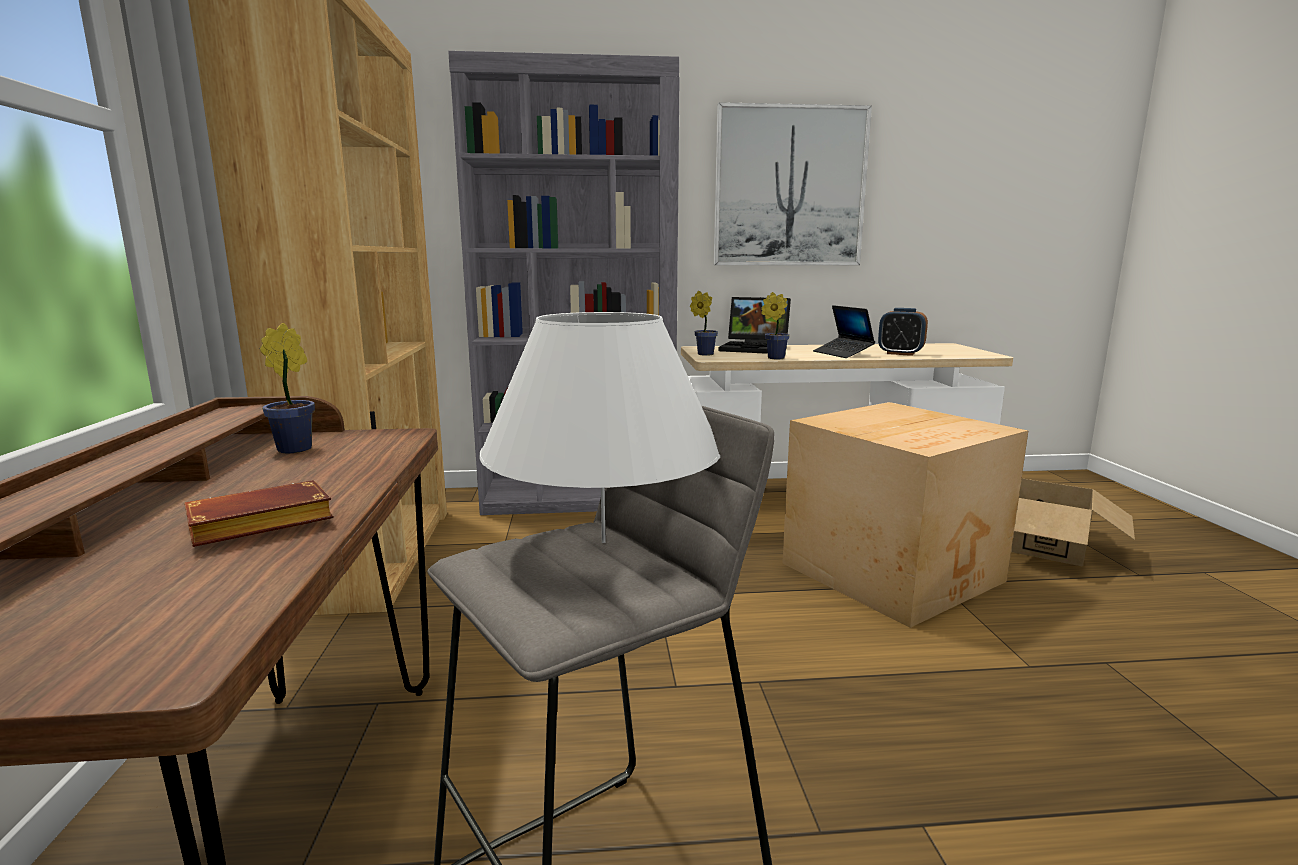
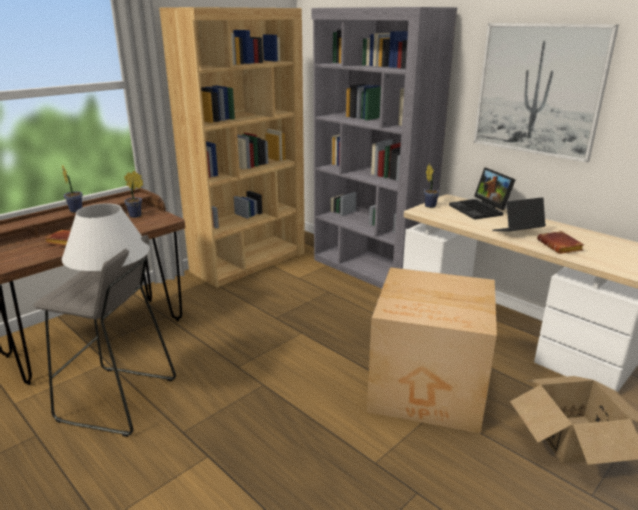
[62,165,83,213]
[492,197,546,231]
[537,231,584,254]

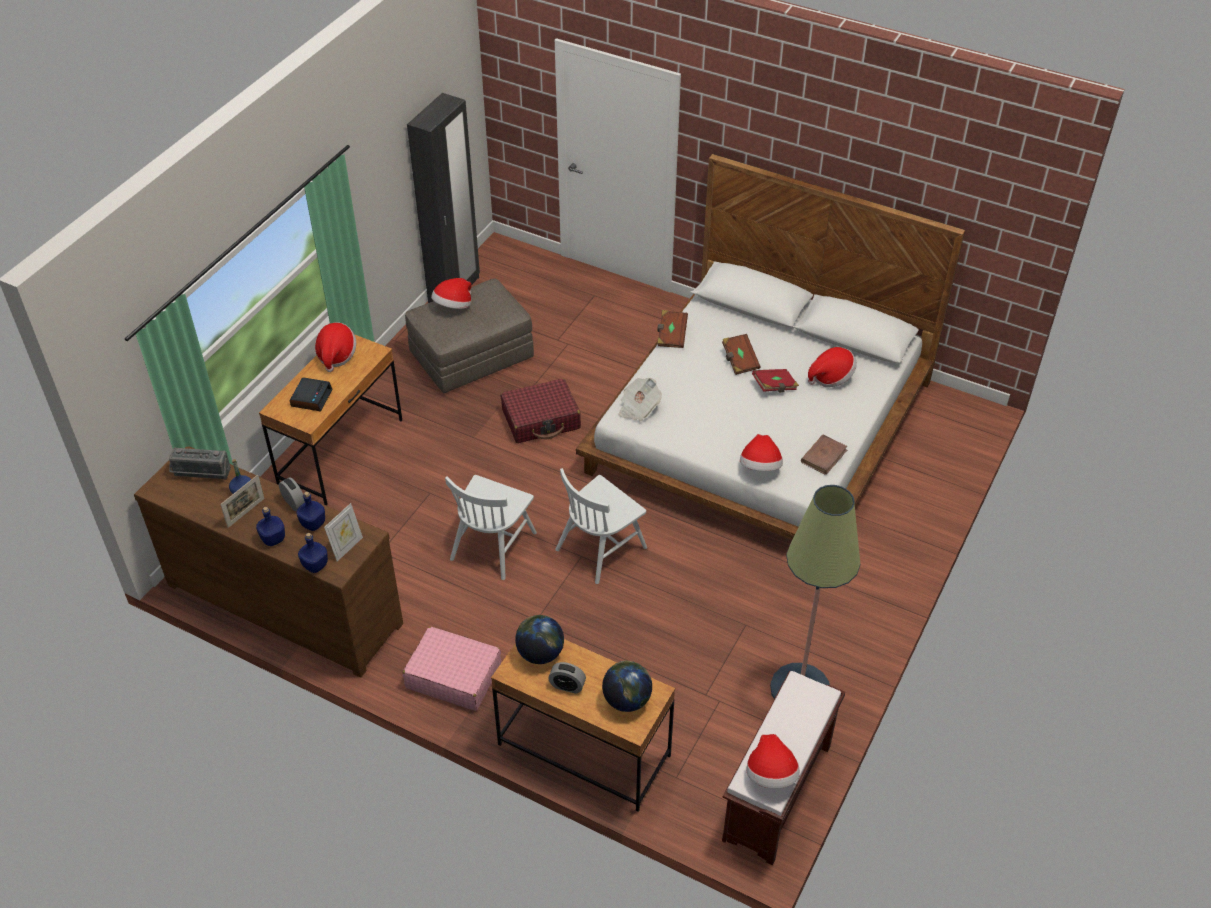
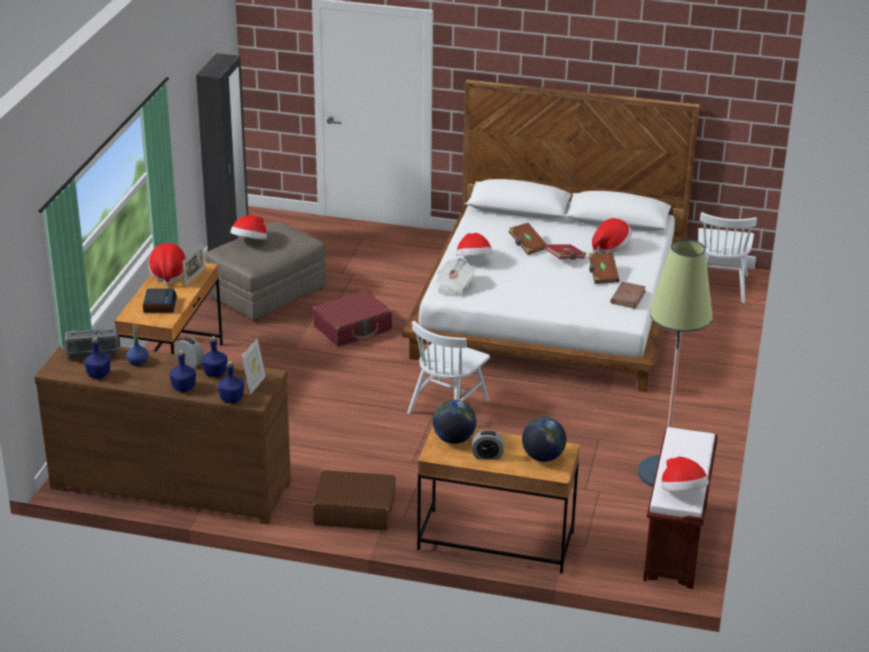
[589,253,619,284]
[456,233,493,256]
[183,243,205,287]
[698,212,757,303]
[313,470,396,530]
[84,337,110,379]

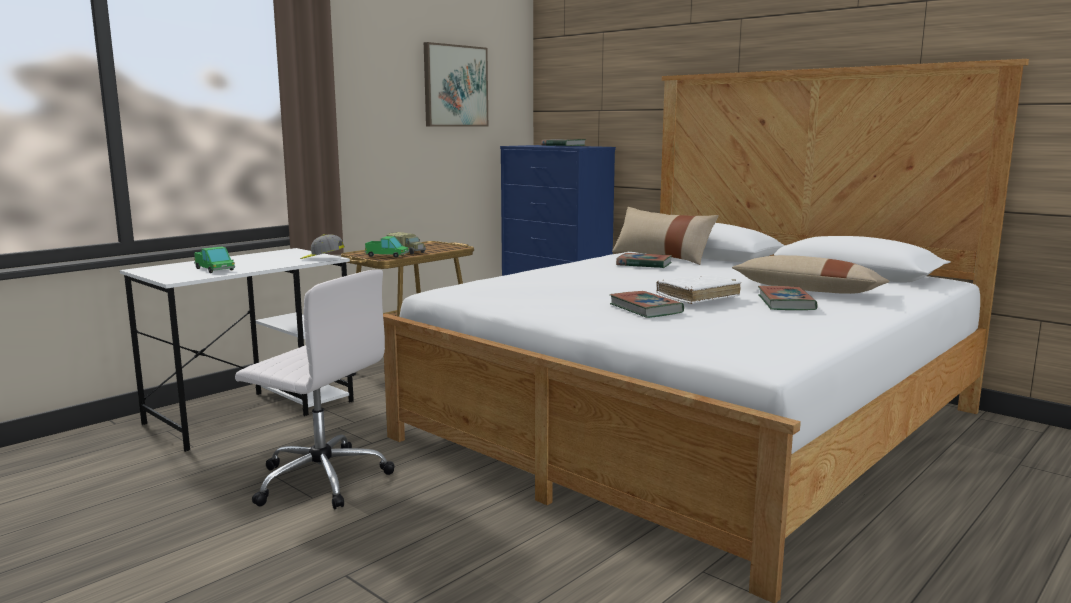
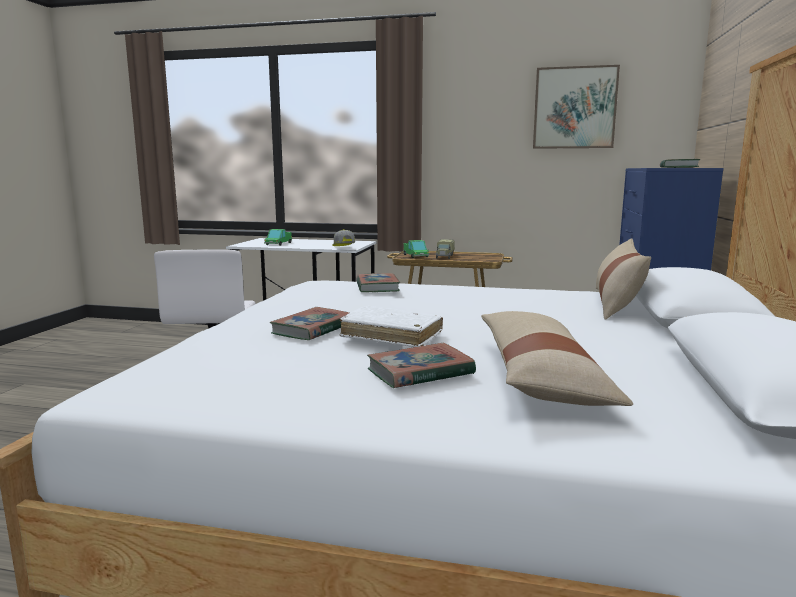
[356,273,400,292]

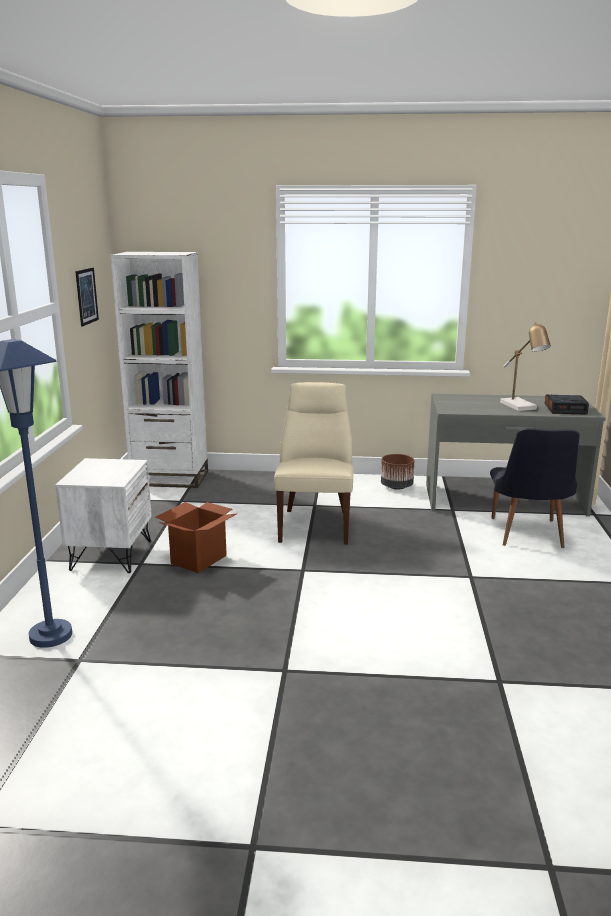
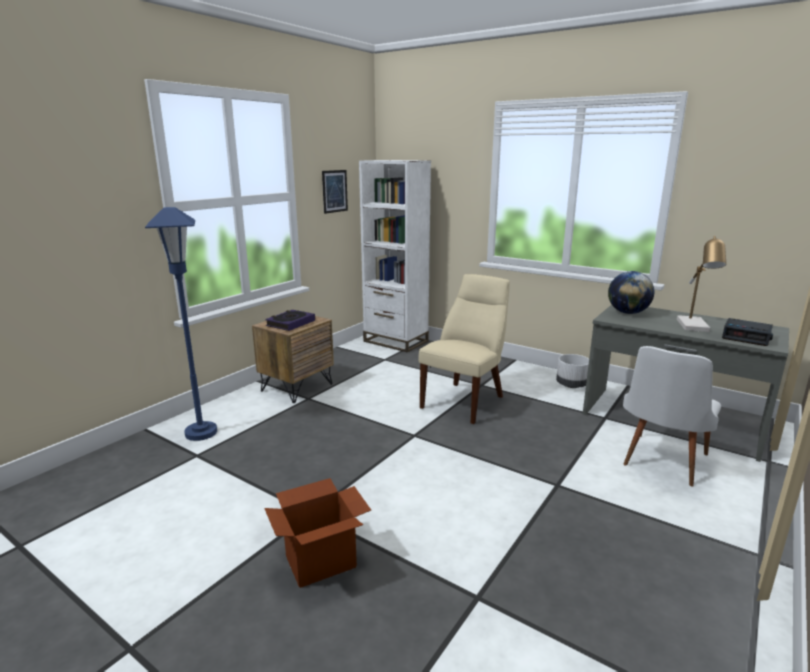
[623,346,721,486]
[556,354,589,388]
[252,316,334,403]
[264,478,371,588]
[608,271,654,314]
[265,310,315,331]

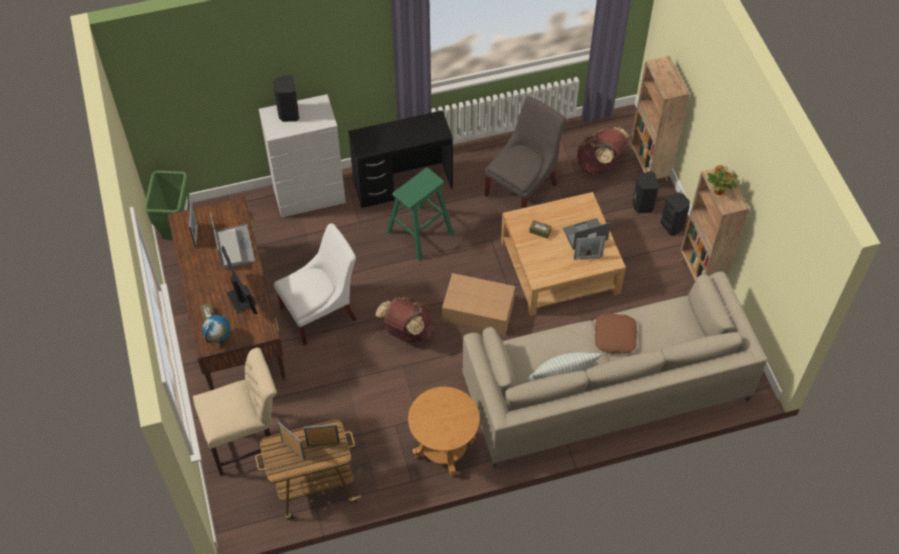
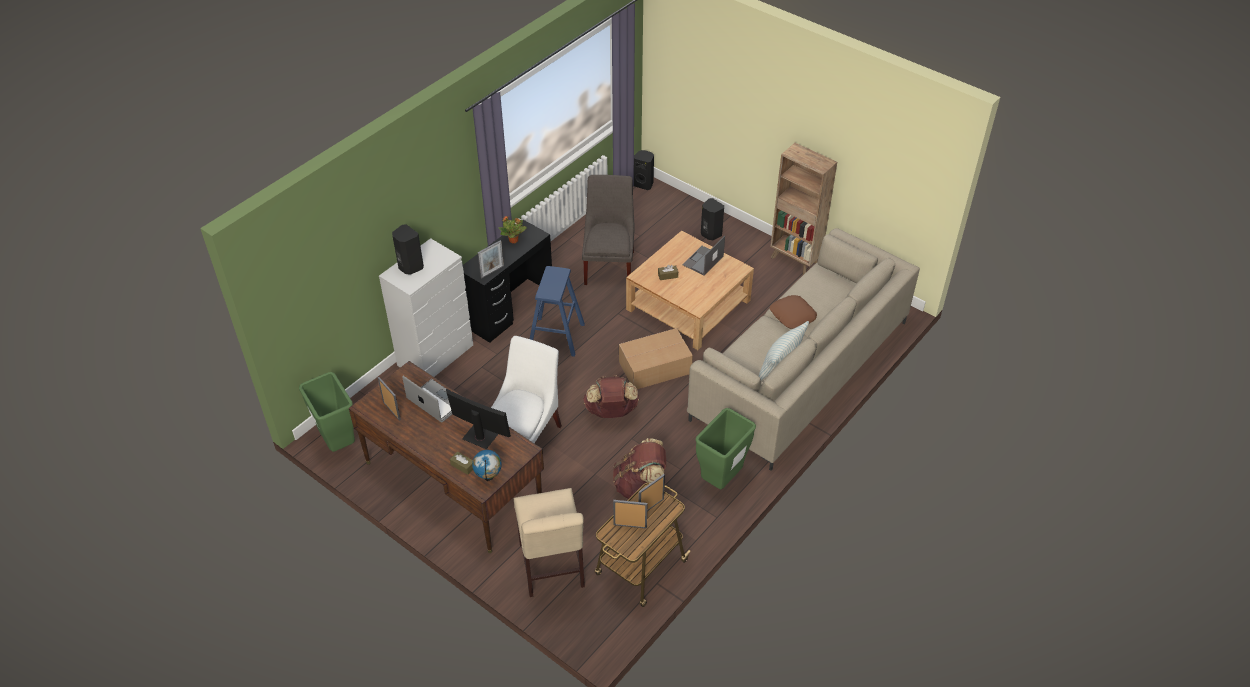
[629,56,689,182] (first image)
[613,438,666,500]
[498,216,527,244]
[530,266,585,357]
[634,150,654,190]
[478,240,504,279]
[514,488,585,597]
[695,408,756,489]

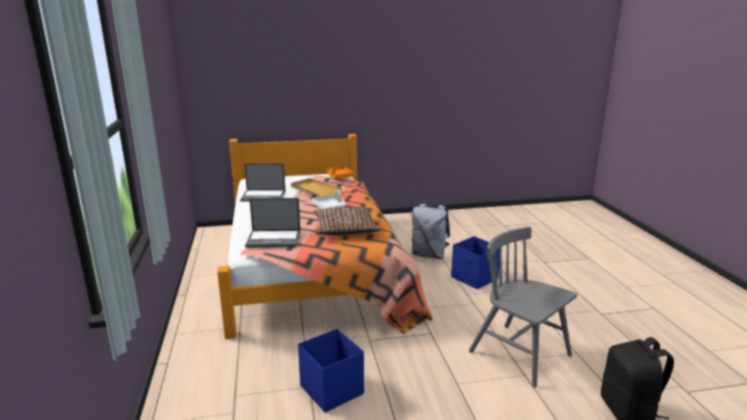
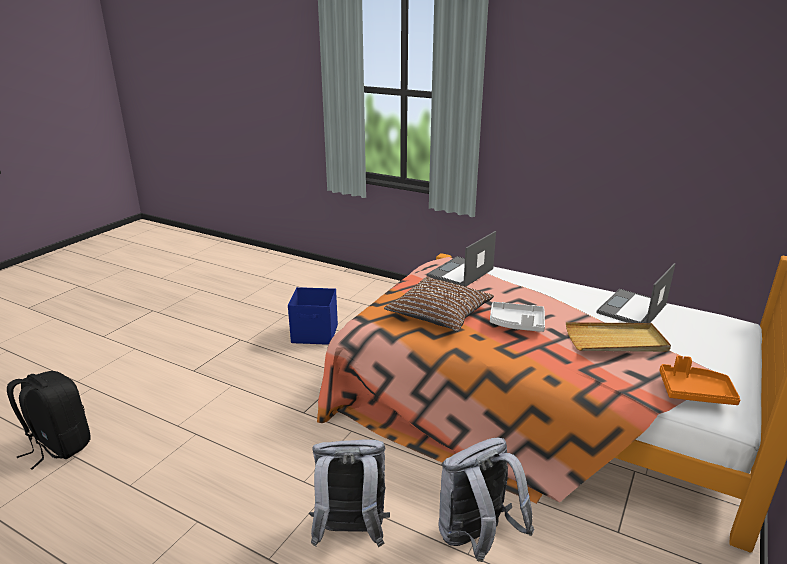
[469,227,577,388] (first image)
[309,439,390,547]

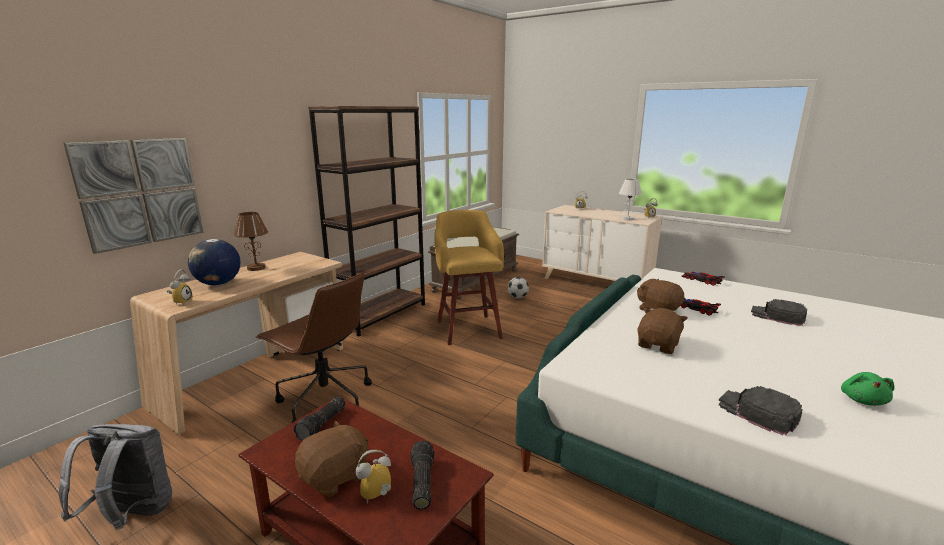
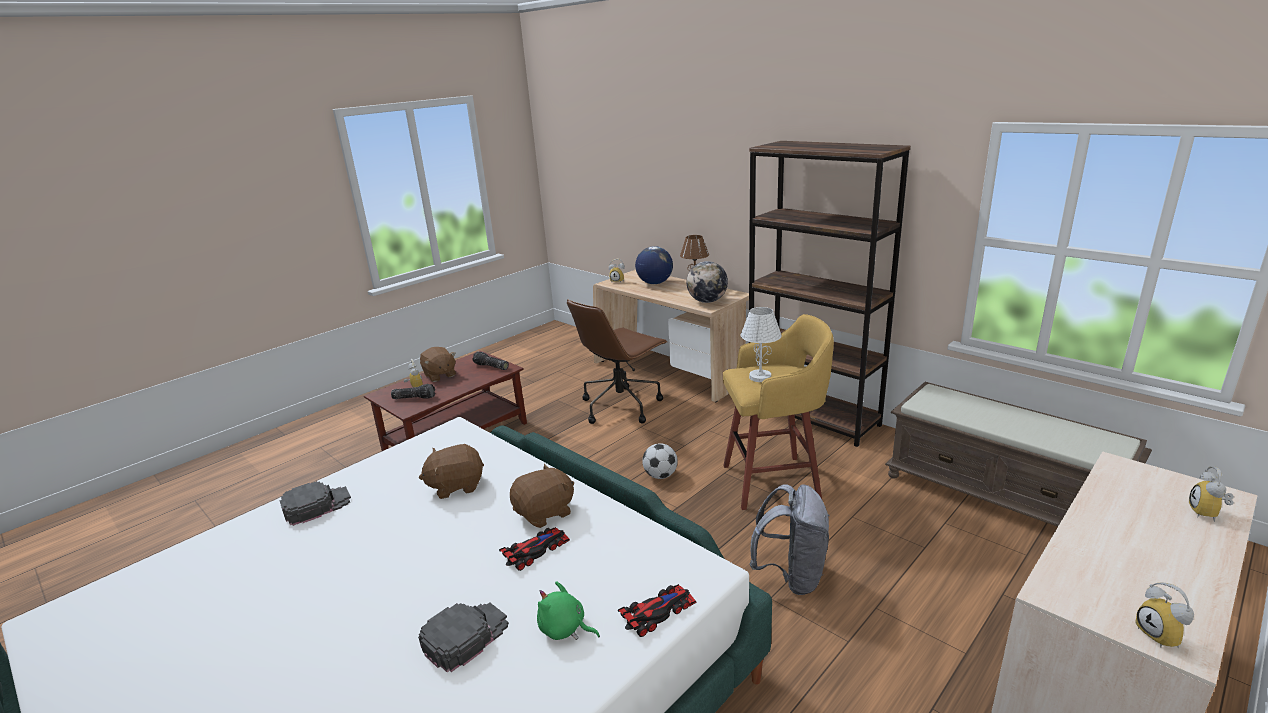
[63,138,203,254] (first image)
[740,307,782,382]
[642,443,678,479]
[419,444,484,499]
[537,581,600,640]
[750,484,830,595]
[687,261,728,303]

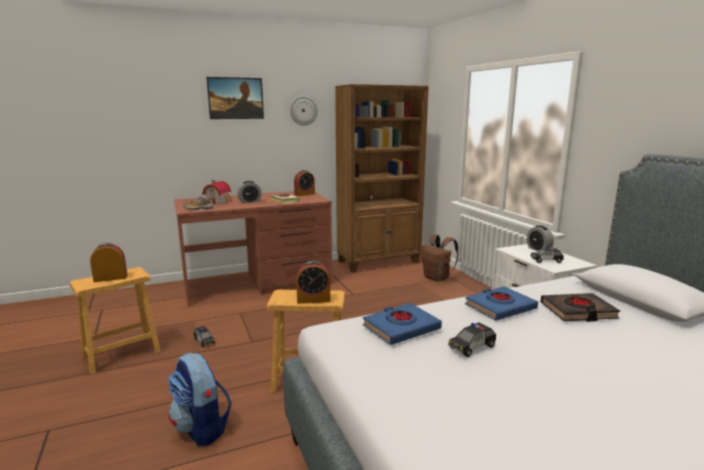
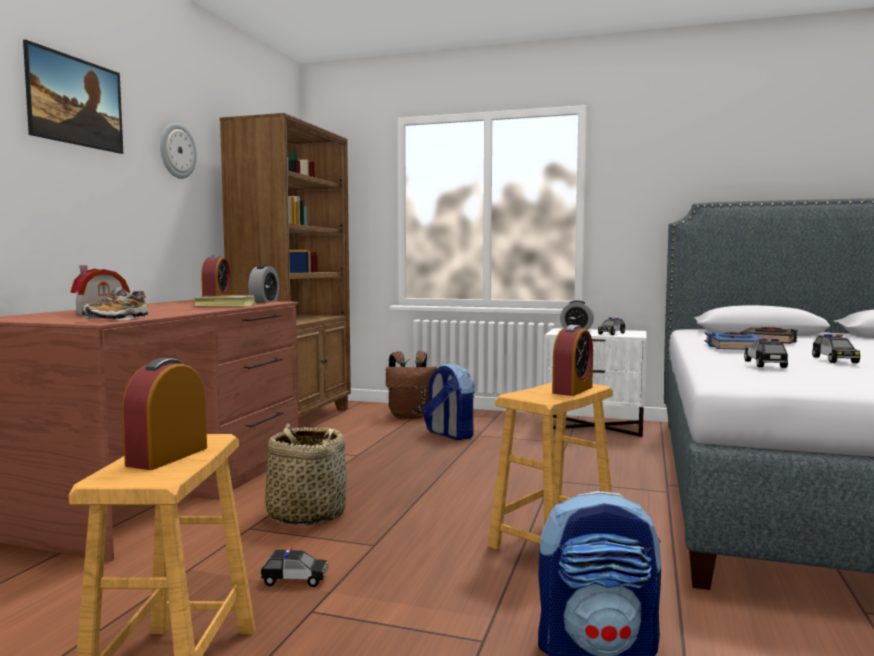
[248,265,279,303]
[744,339,788,368]
[423,363,475,440]
[265,424,347,525]

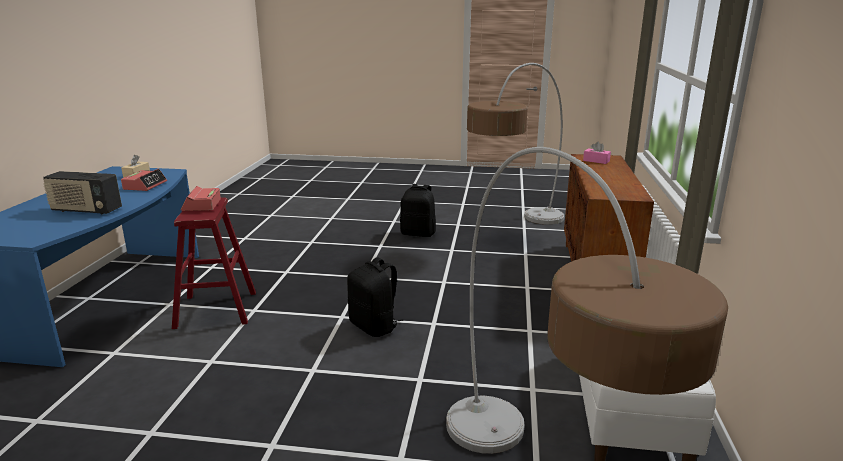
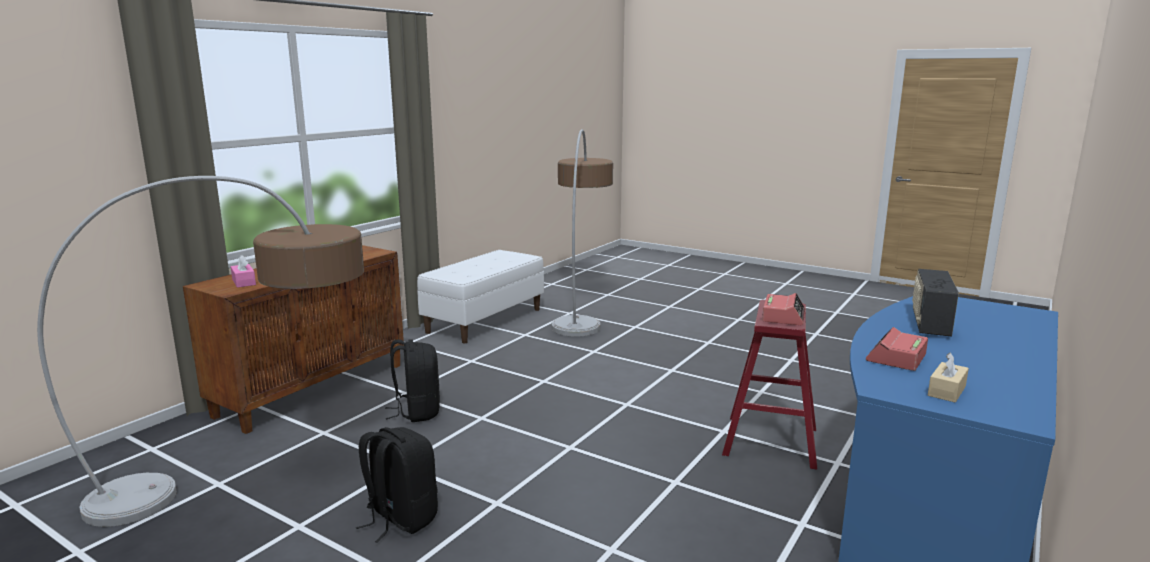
[912,269,959,337]
[386,339,440,422]

